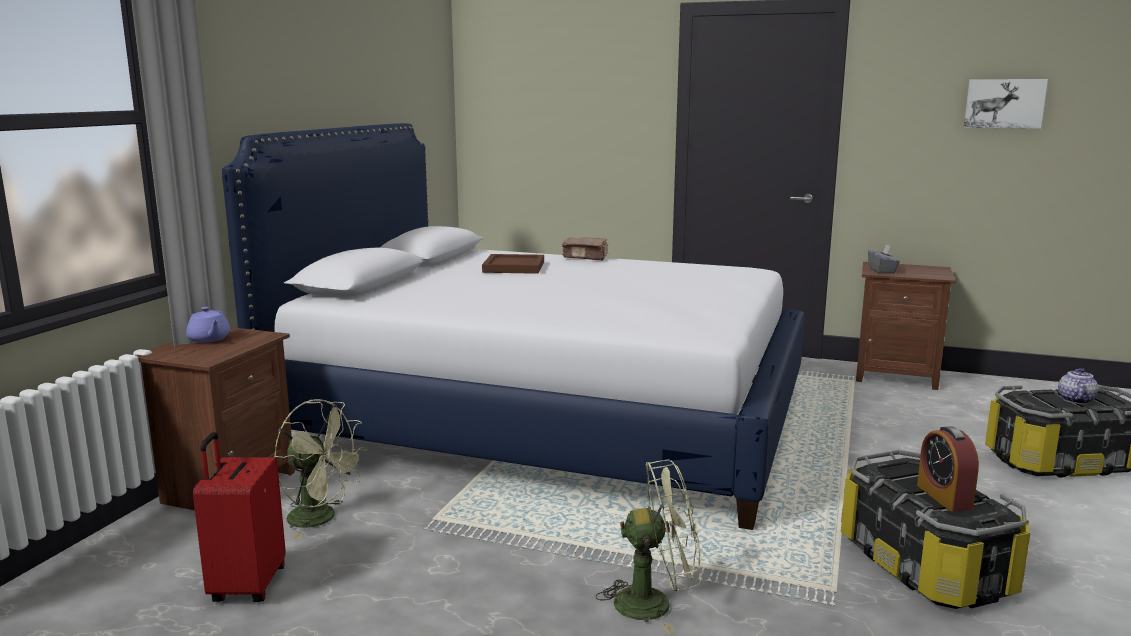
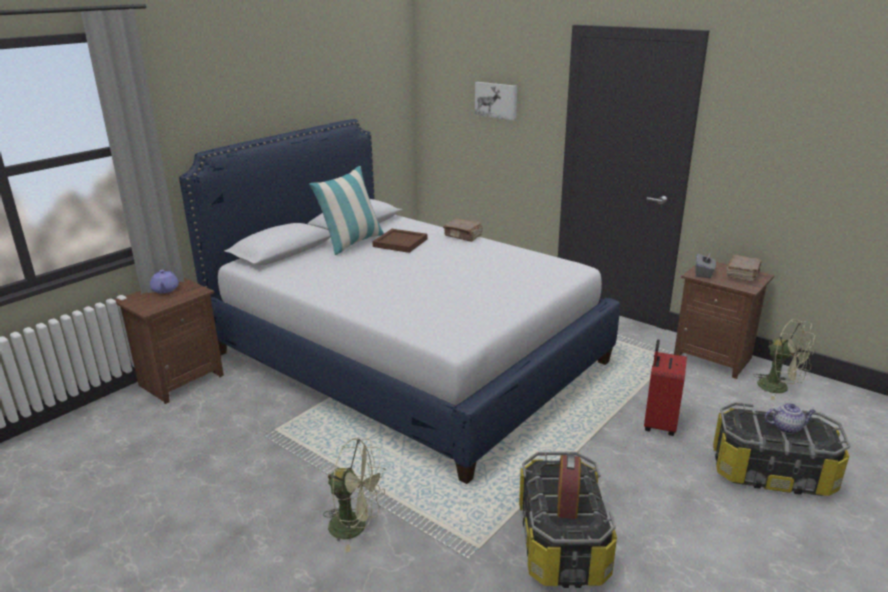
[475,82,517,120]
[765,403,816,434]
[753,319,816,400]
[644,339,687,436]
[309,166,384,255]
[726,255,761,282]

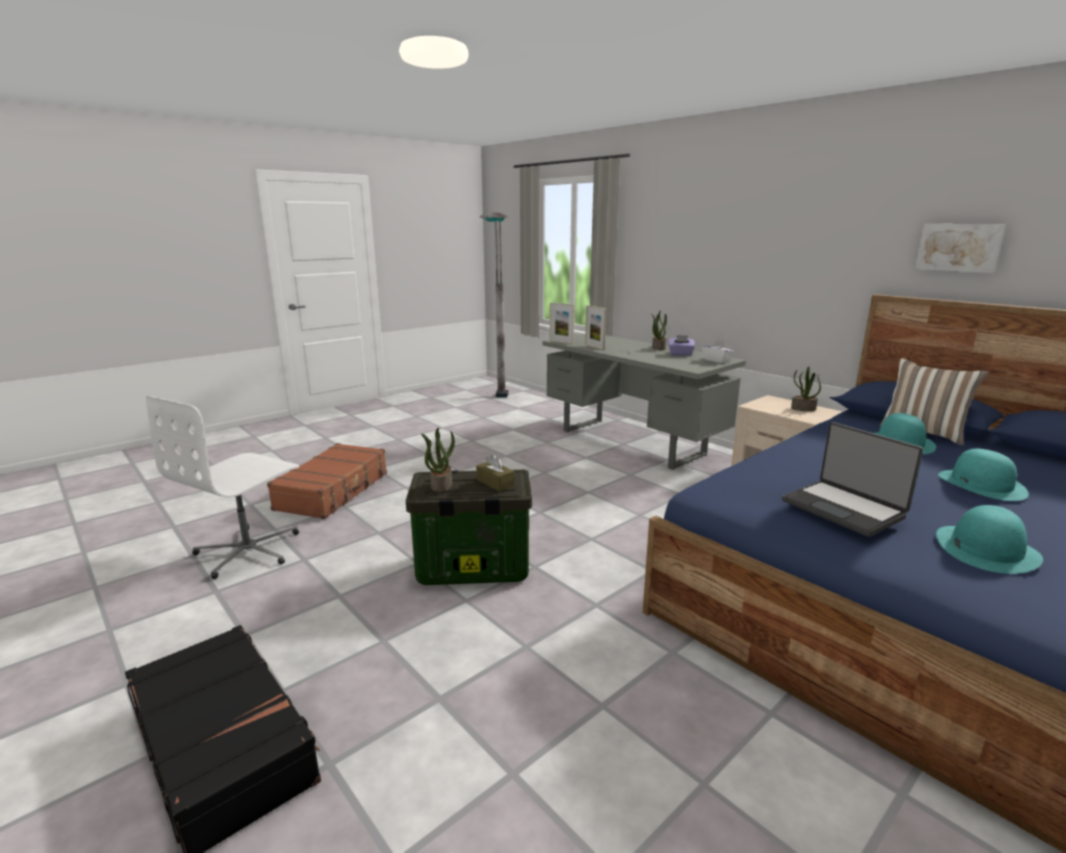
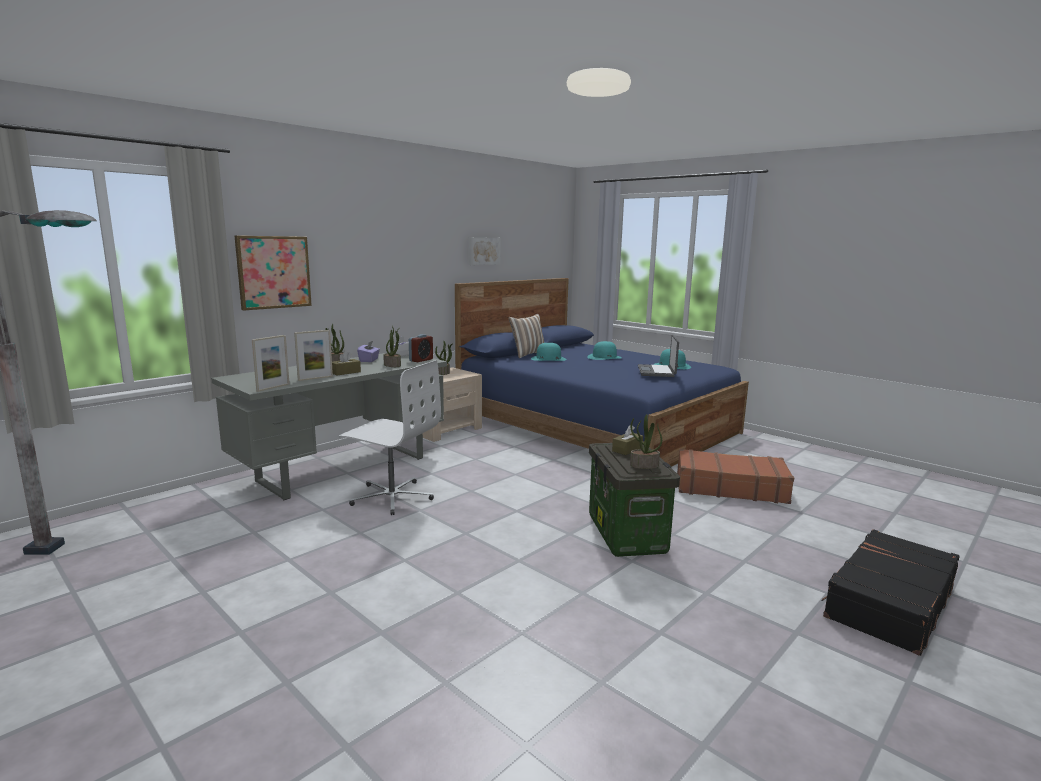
[339,360,441,515]
[638,335,679,377]
[677,449,794,504]
[235,236,312,310]
[383,326,401,367]
[409,334,433,362]
[332,351,361,375]

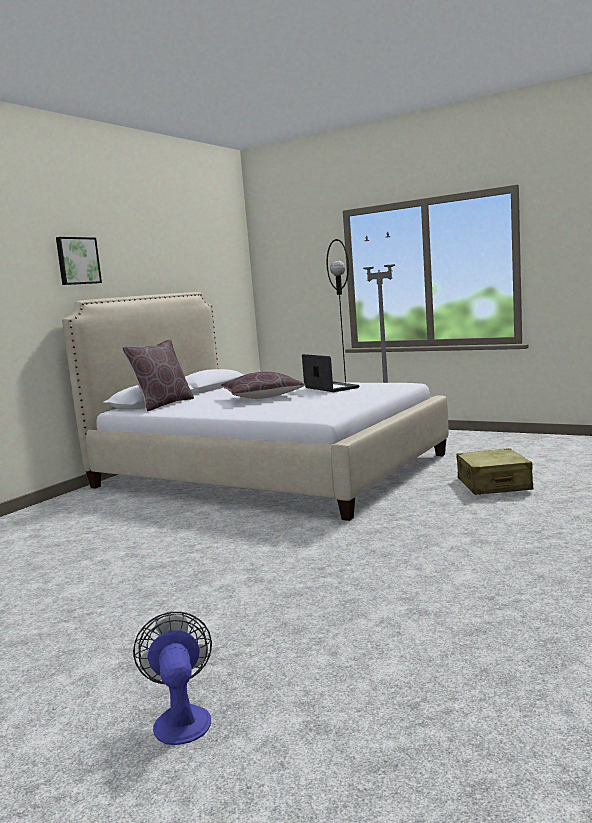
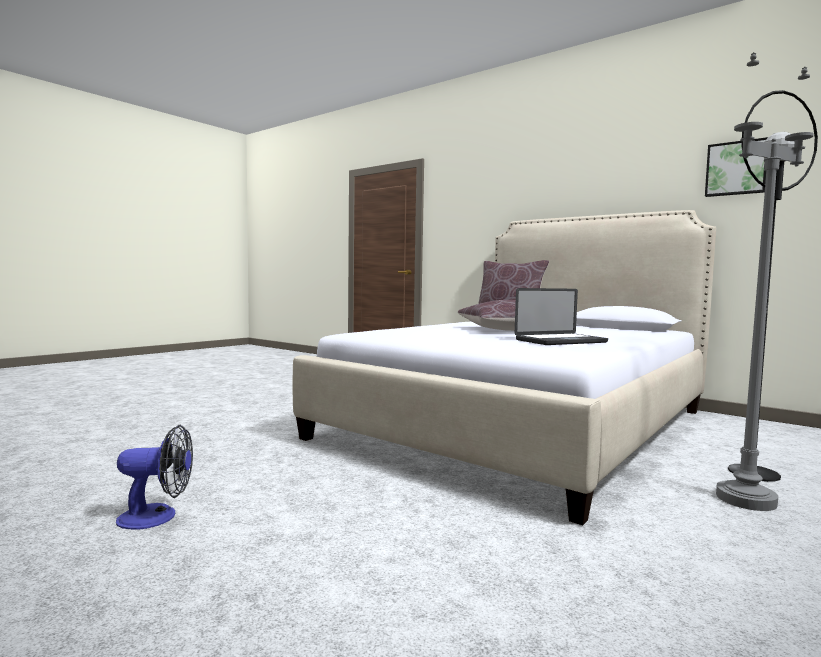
[705,137,768,197]
[457,448,533,495] (first image)
[116,425,193,530]

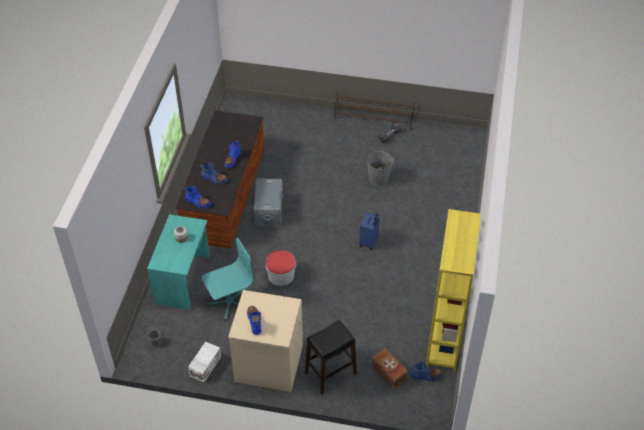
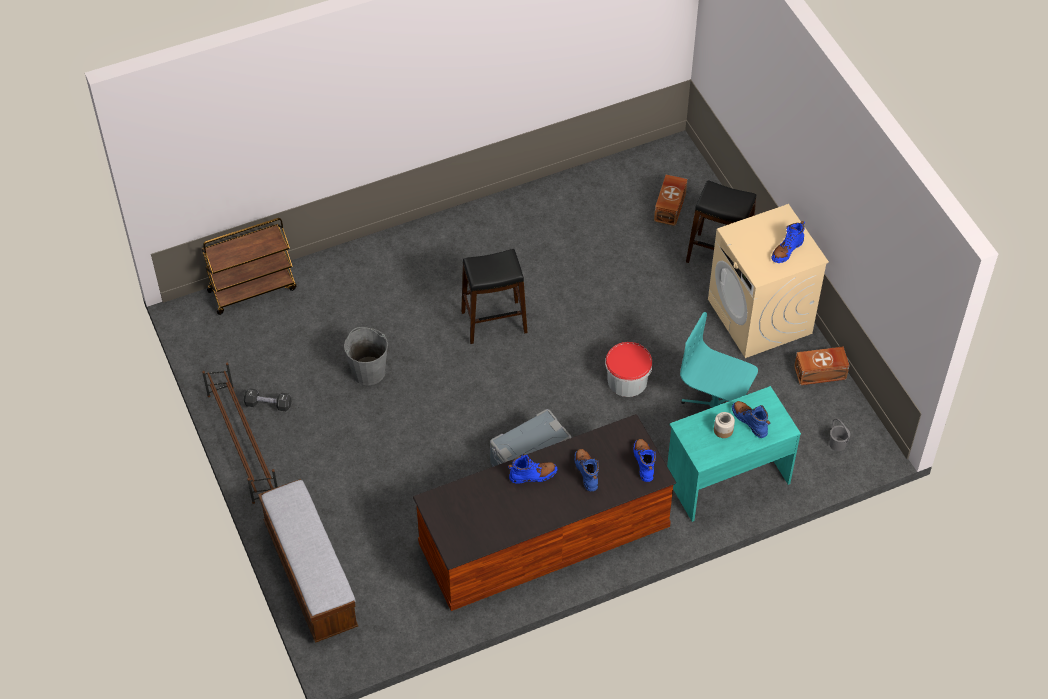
[426,209,481,371] (first image)
[461,249,527,344]
[794,346,850,385]
[732,401,771,438]
[202,218,296,315]
[258,479,358,643]

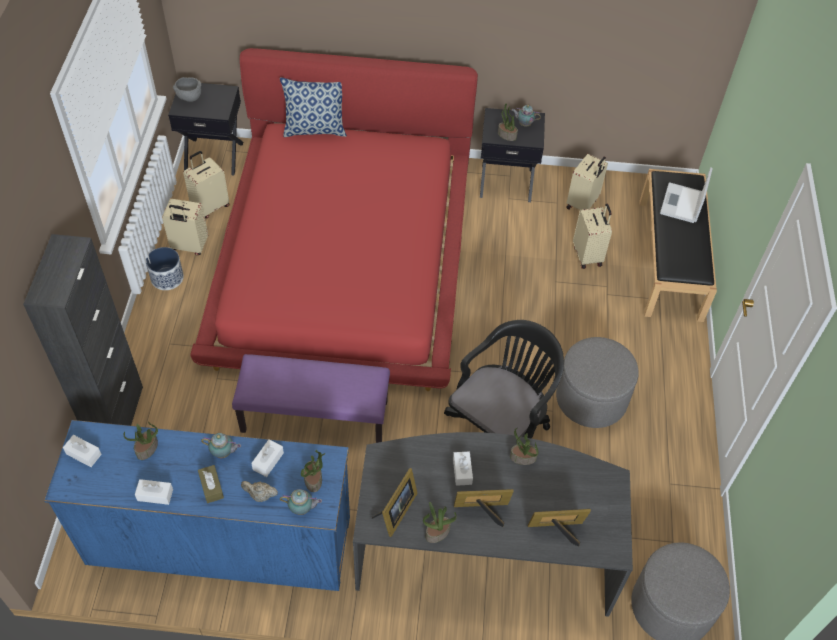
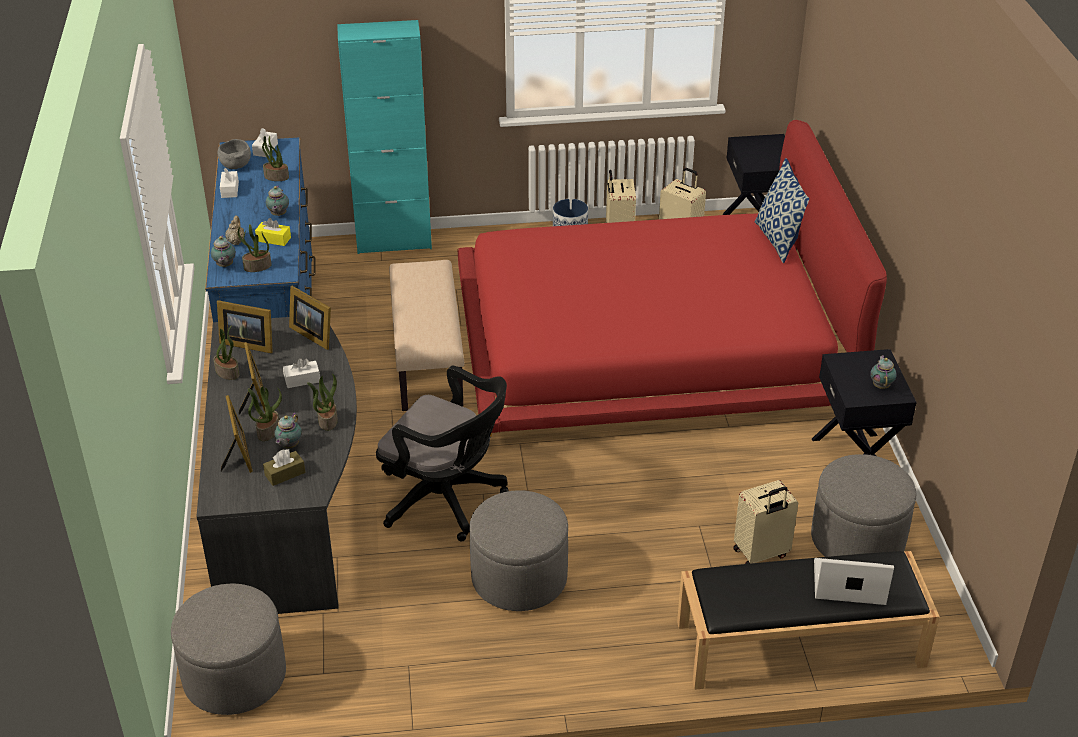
[218,139,251,169]
[248,386,282,441]
[811,454,916,557]
[337,20,432,254]
[389,260,464,411]
[255,218,291,246]
[263,450,305,486]
[289,286,331,350]
[274,413,302,448]

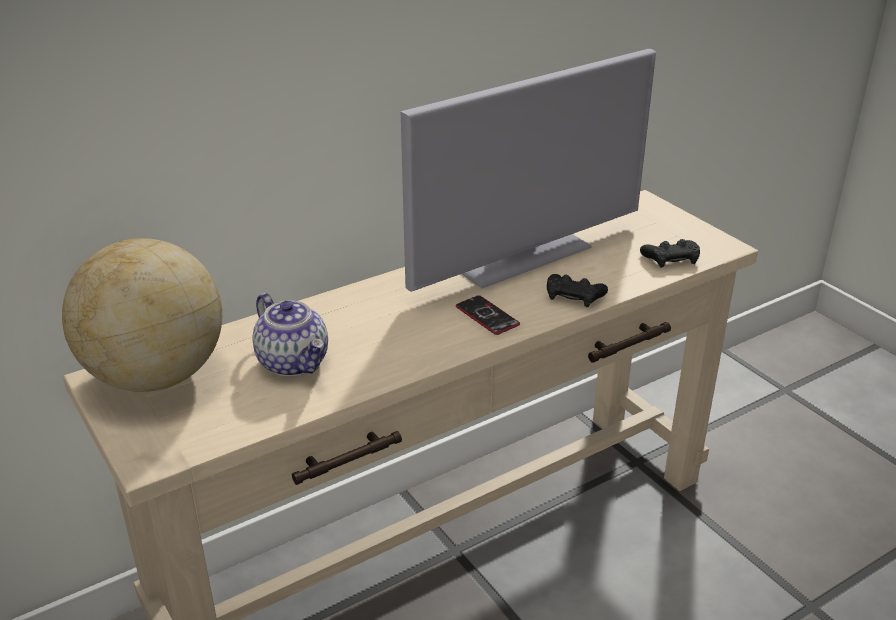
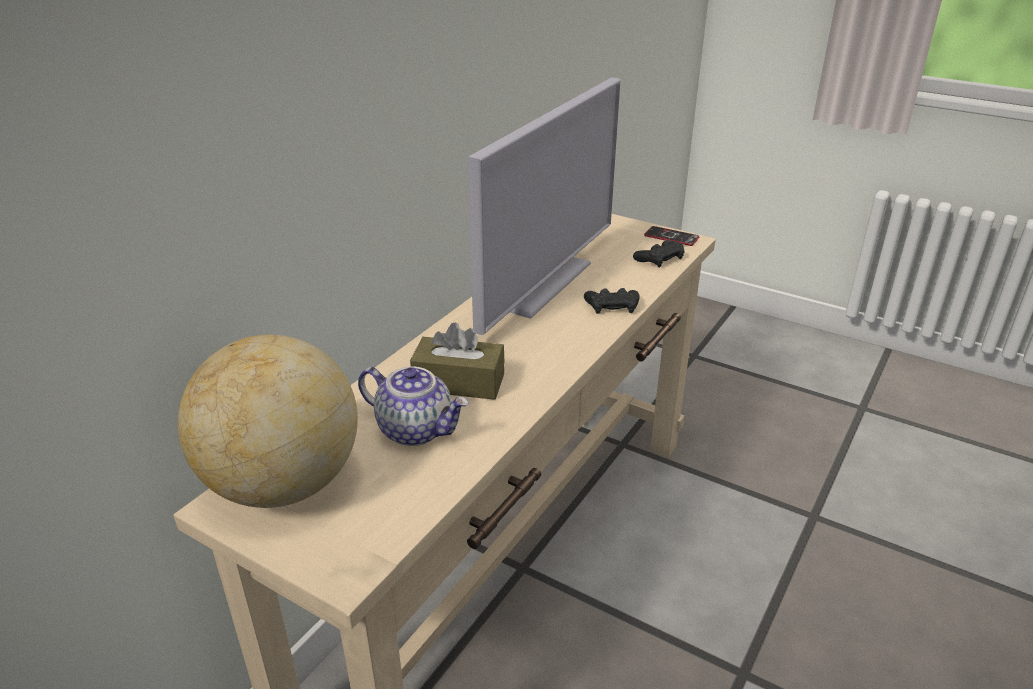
[644,226,700,246]
[410,322,504,400]

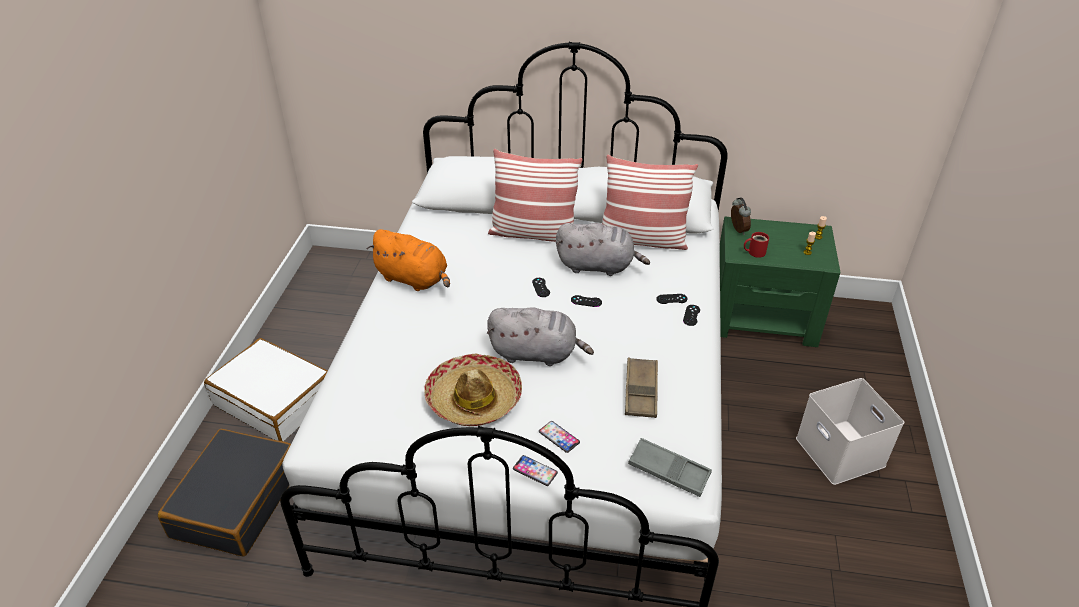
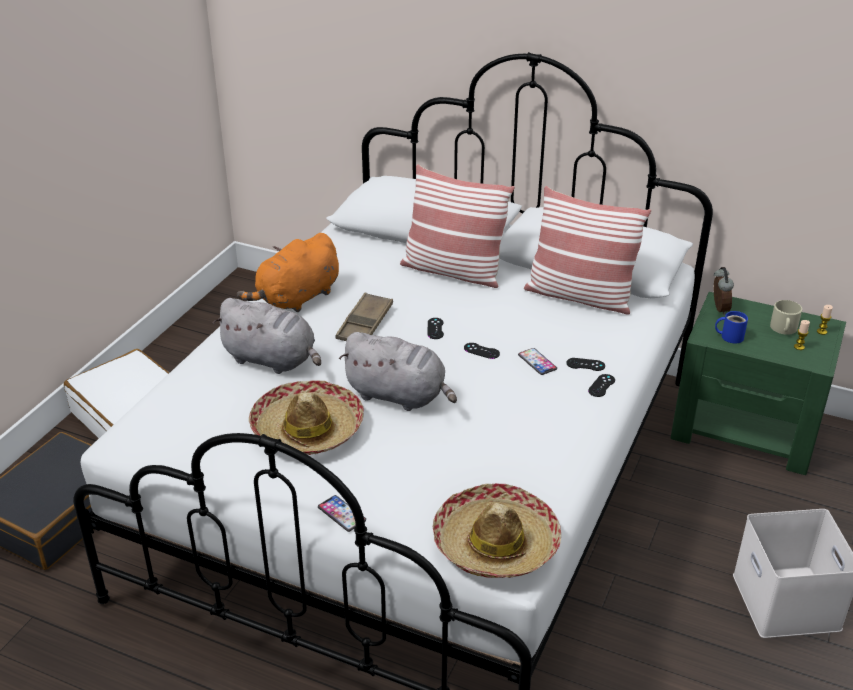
[213,298,321,374]
[237,233,339,312]
[715,311,748,343]
[335,292,393,341]
[518,348,557,375]
[432,483,561,578]
[770,300,802,335]

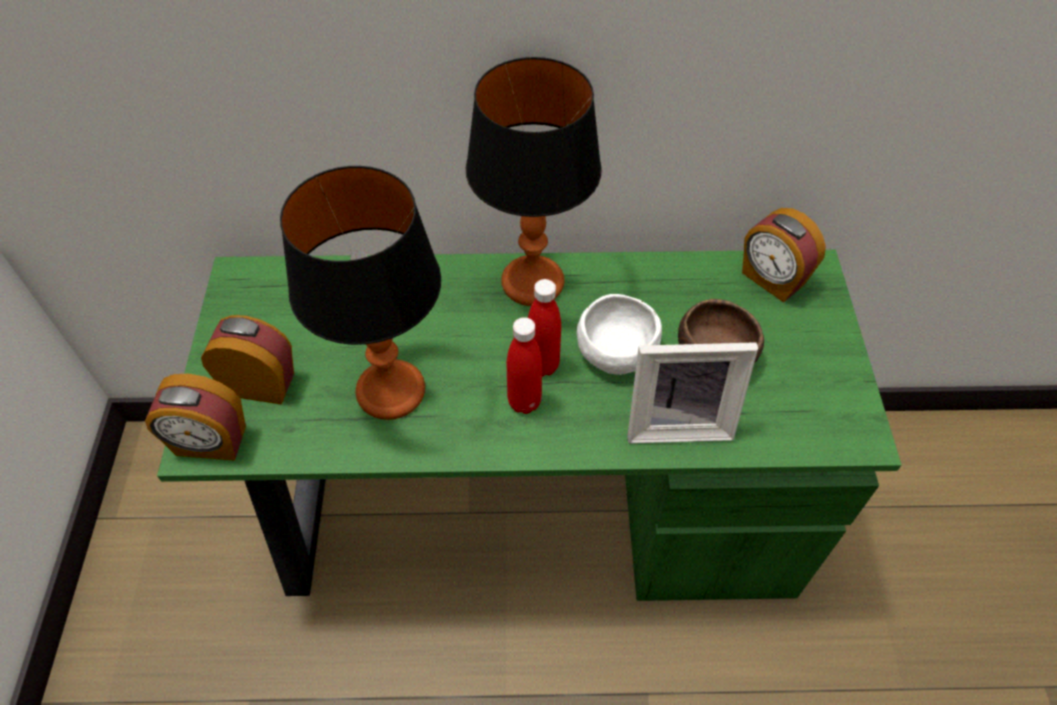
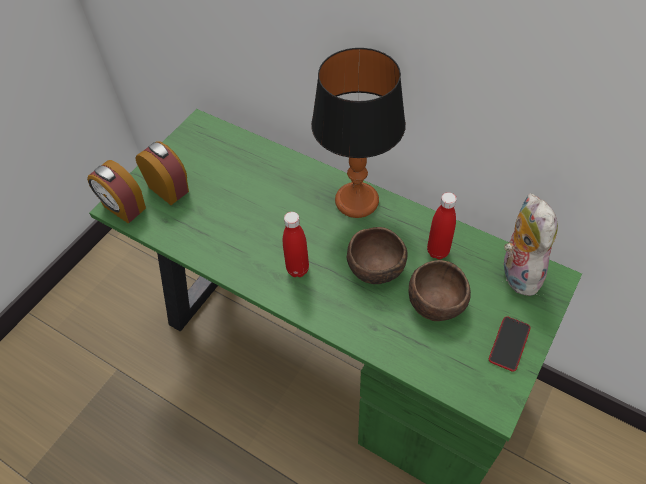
[280,166,441,420] (first image)
[503,193,558,296]
[427,192,457,259]
[347,227,408,284]
[627,342,758,443] (first image)
[489,316,530,372]

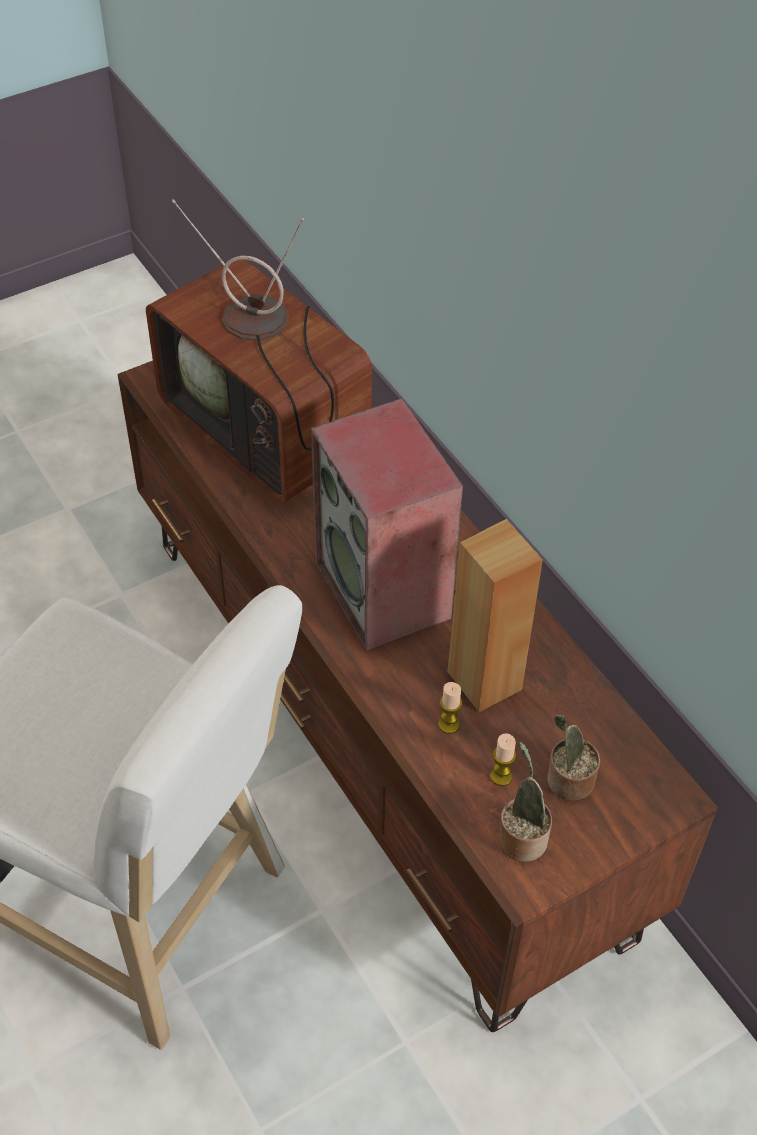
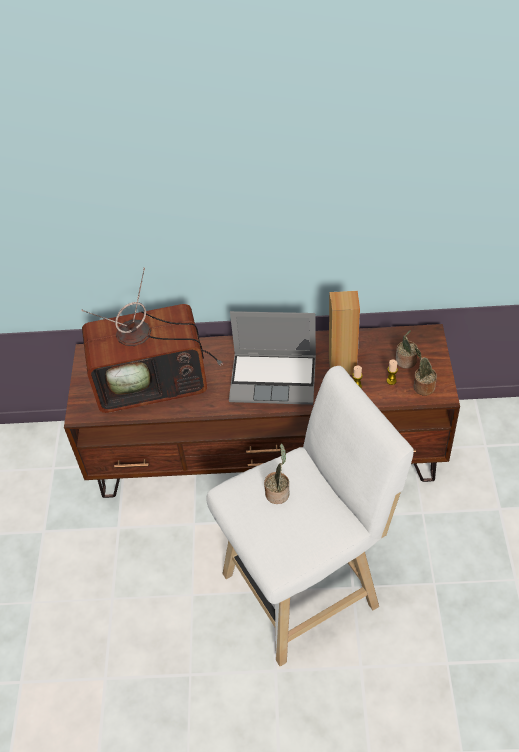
[229,311,316,405]
[264,444,290,504]

